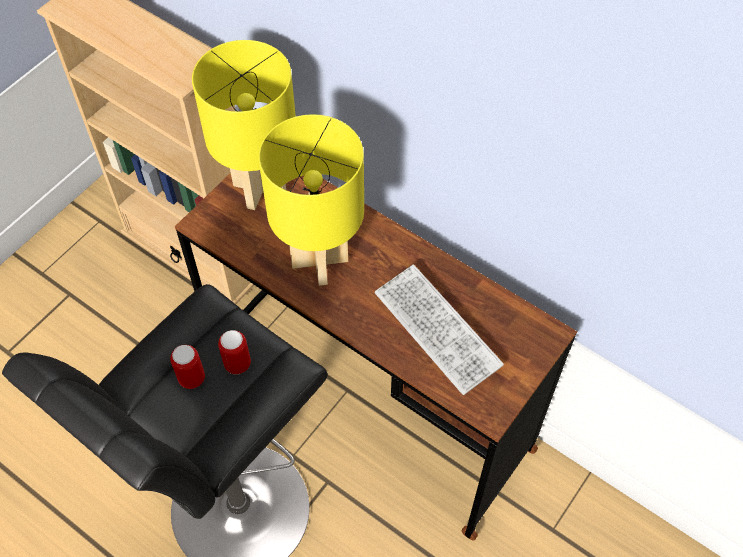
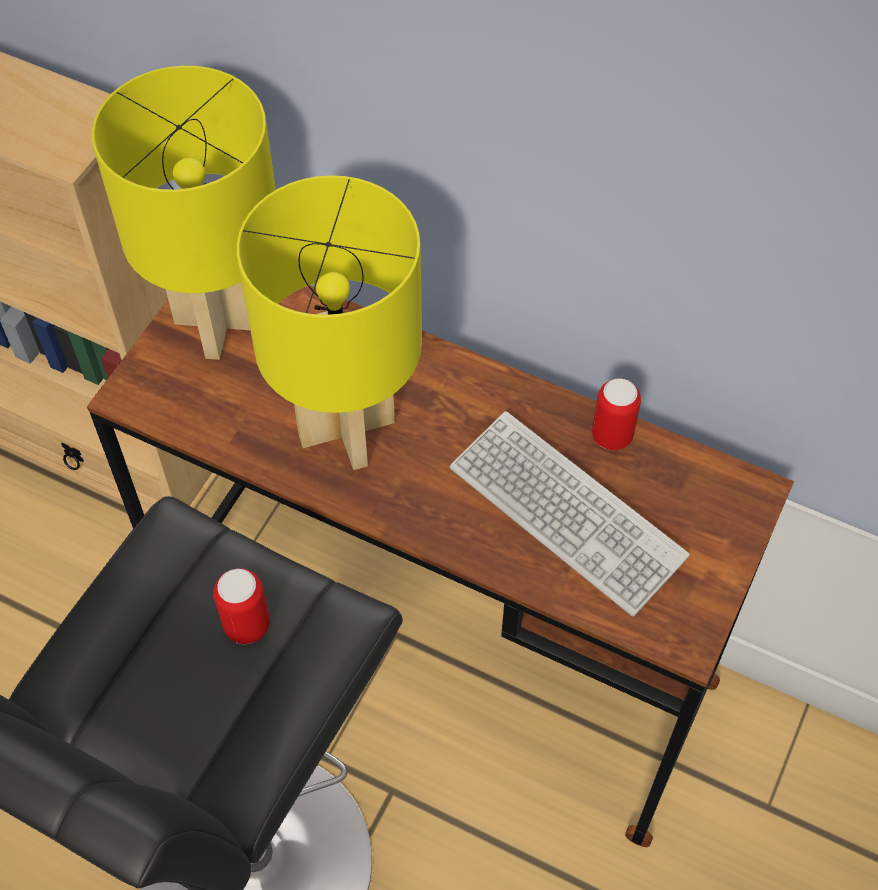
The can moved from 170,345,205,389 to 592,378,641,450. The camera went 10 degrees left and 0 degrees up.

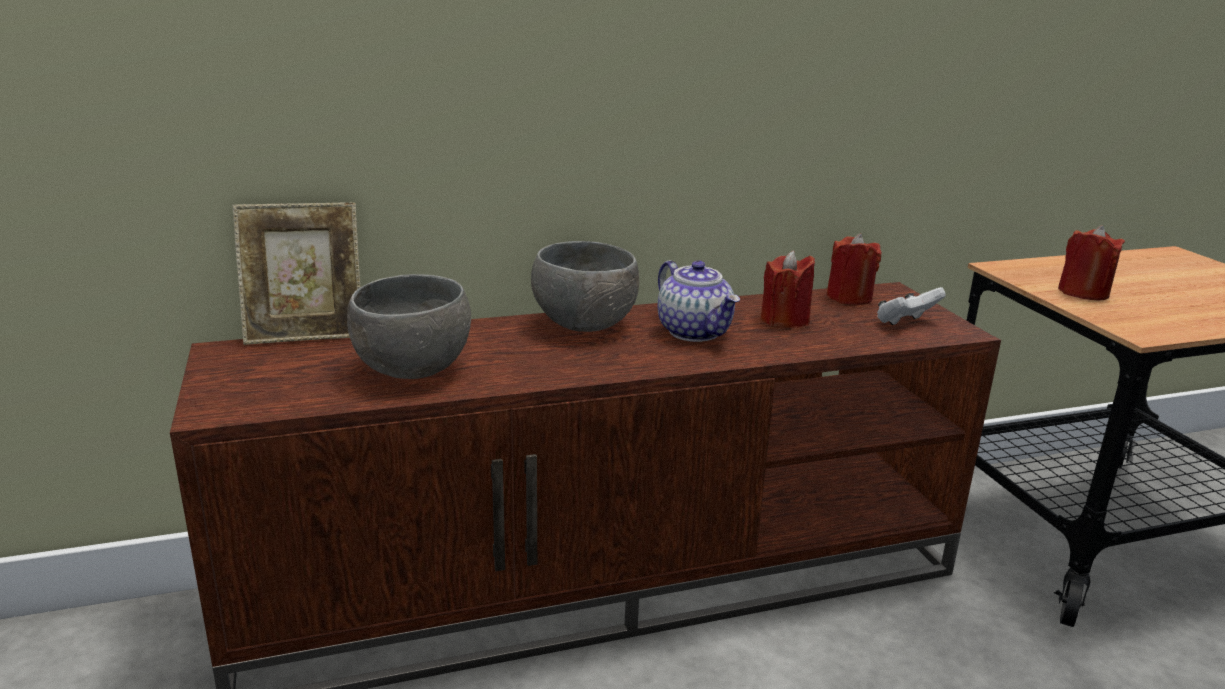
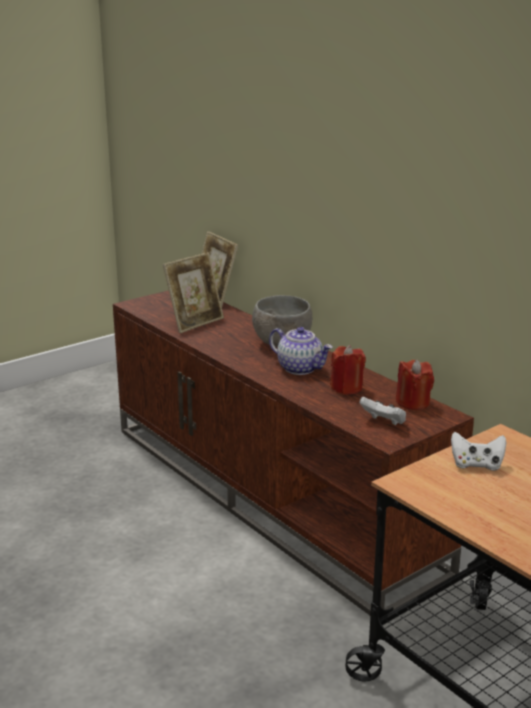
The bowl/grey at 347,274,471,379 was replaced by the picture frame at 163,252,224,333. The teapot at 658,260,740,342 turned 90 degrees counterclockwise. The candle/red at 1058,225,1125,300 was replaced by the game controller/white at 451,432,506,471. The camera went 70 degrees right and 0 degrees up.

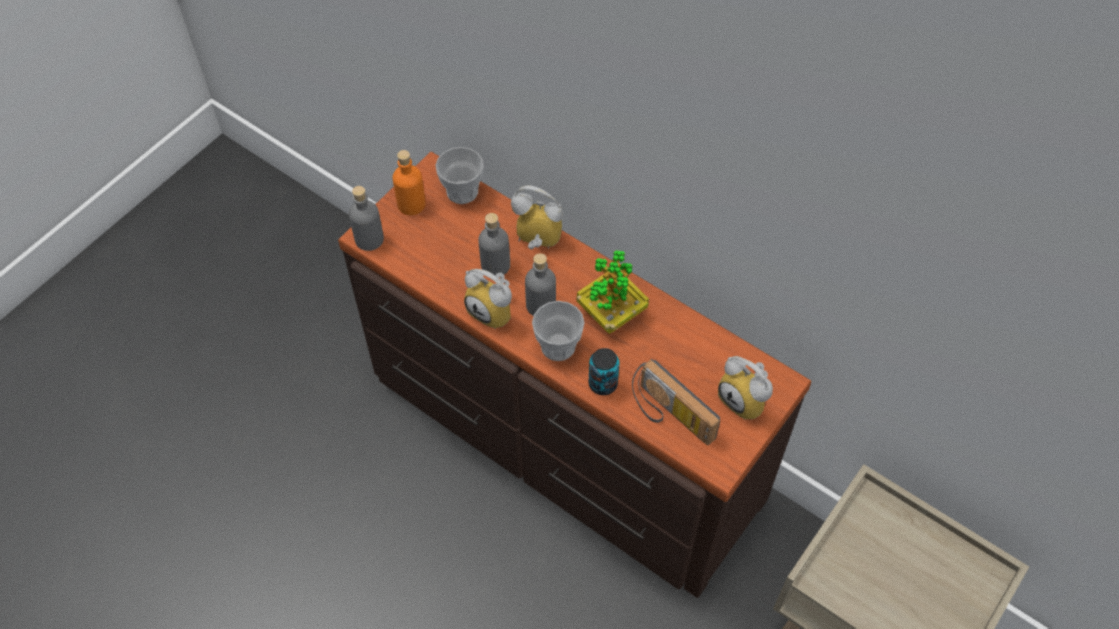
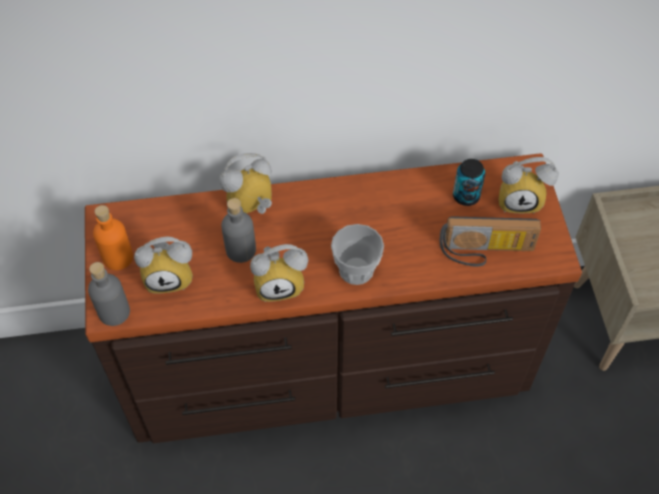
The cup at 435,147,484,204 disappeared. The bottle/grey at 525,253,556,316 disappeared. The potted plant at 577,250,649,334 disappeared. The can moved from 588,348,620,395 to 453,159,485,206. The alarm clock at 134,236,193,294 appeared. The camera went 45 degrees left and 0 degrees up.

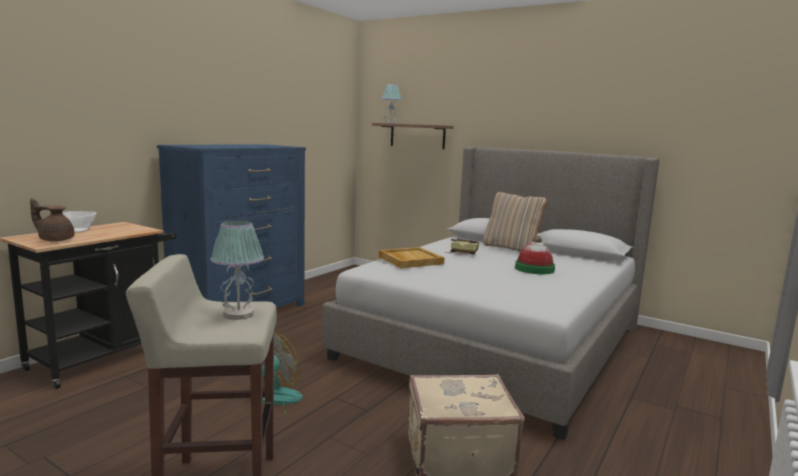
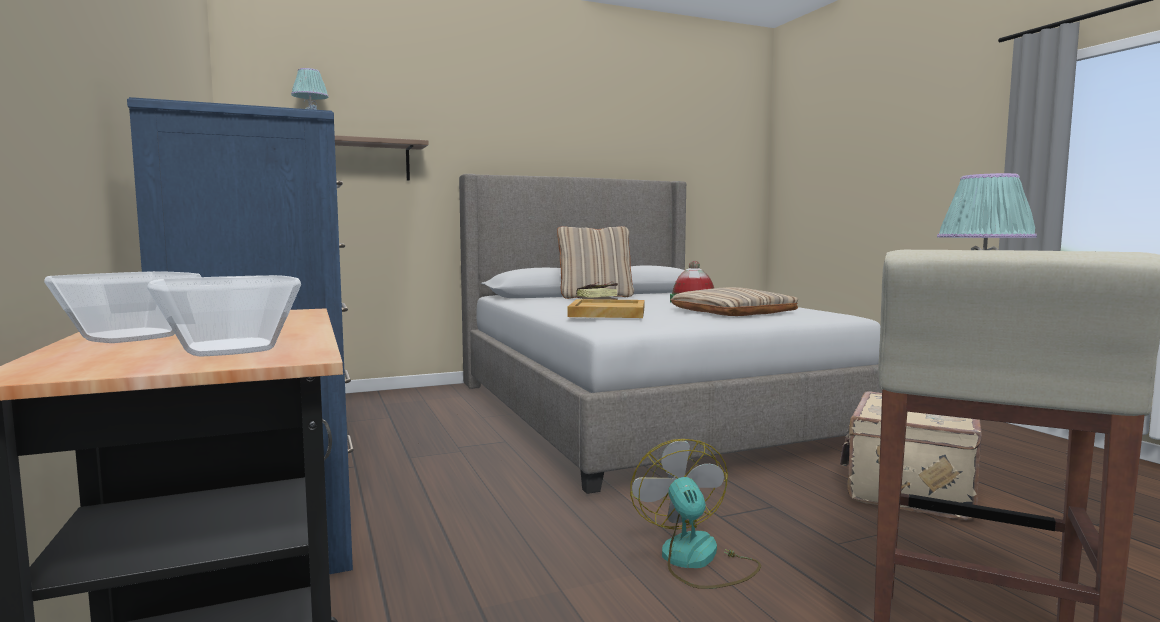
The teapot/brown at 30,198,75,241 was replaced by the bowl at 147,275,301,357. The pillow/beige at 671,287,798,316 appeared. The camera went 55 degrees left and 5 degrees down.

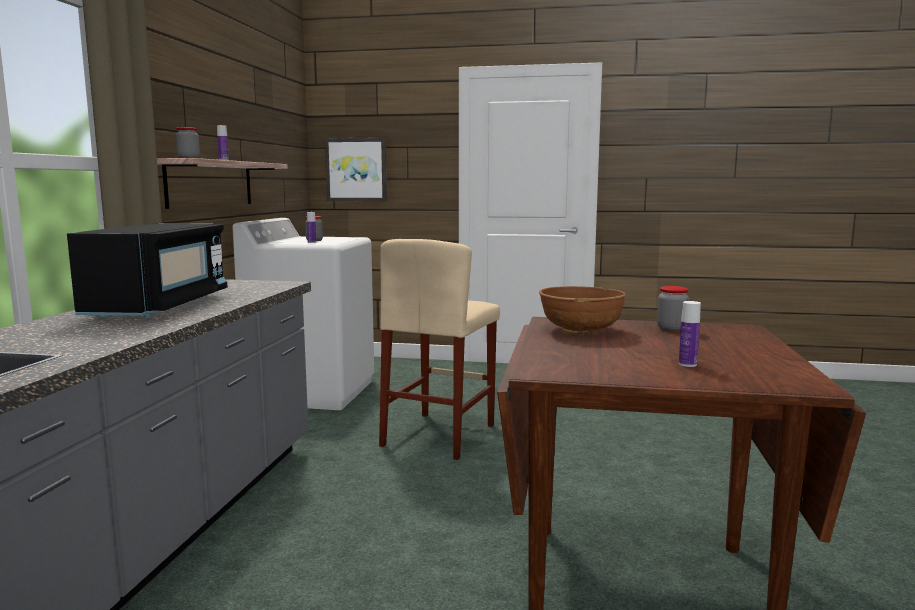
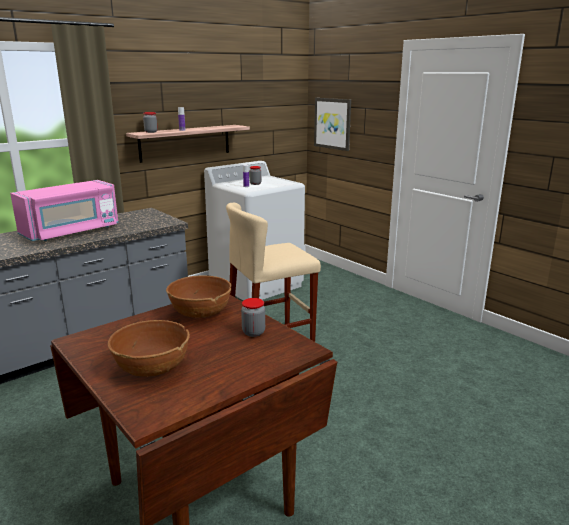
The microwave/black at 67,223,227,318 became the microwave/pink at 10,180,118,241. The bottle at 679,301,701,367 was replaced by the bowl/brown at 108,320,190,377. The camera went 40 degrees right and 10 degrees up.

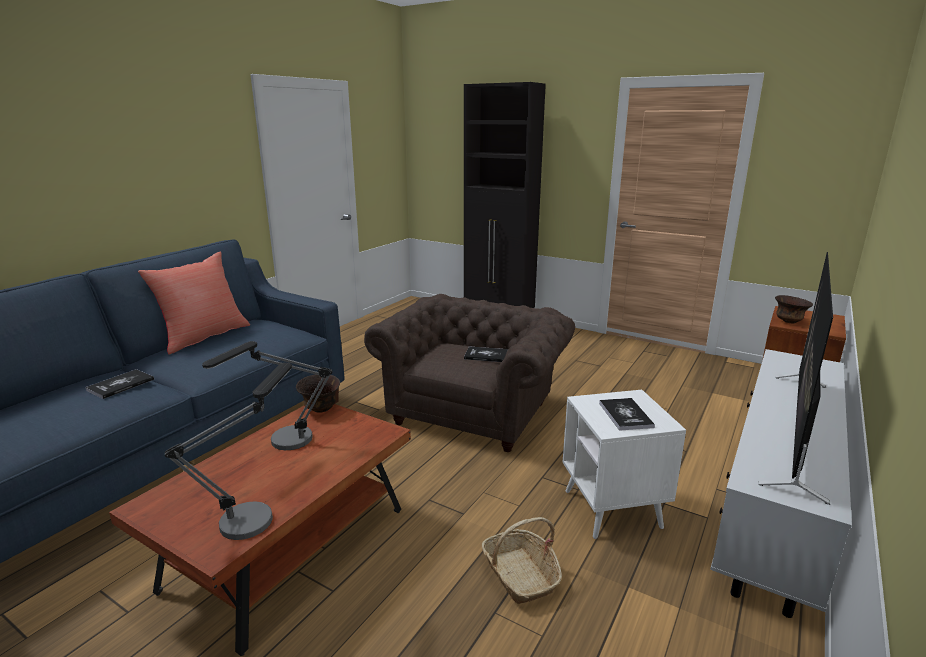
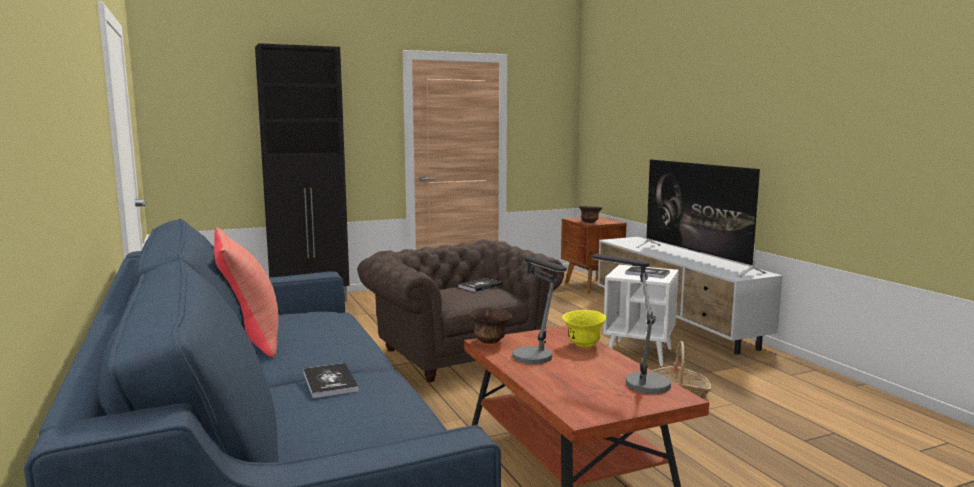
The bowl/yellow at 562,310,607,348 appeared. The camera went 55 degrees left and 10 degrees down.

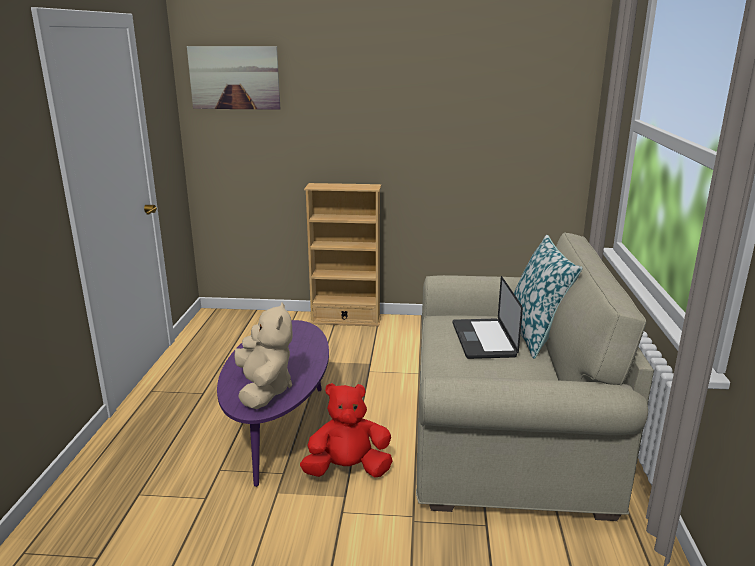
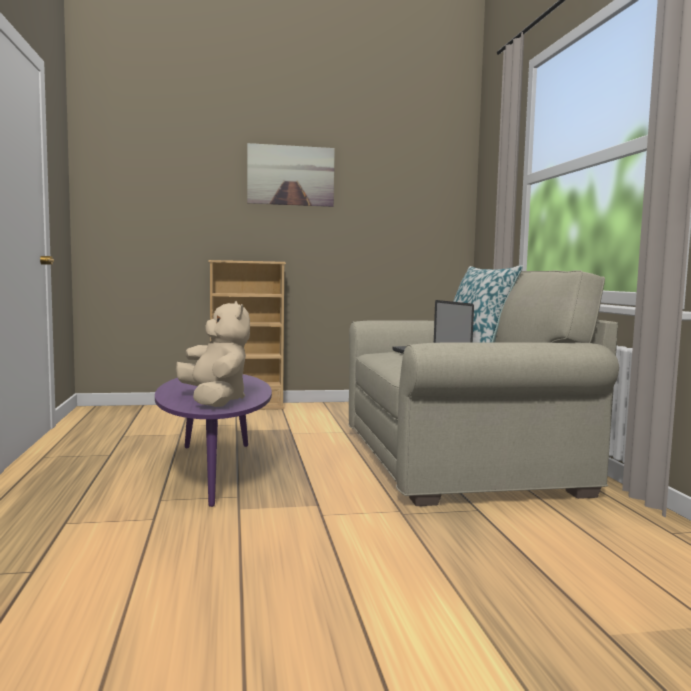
The picture moved from 187,46,280,110 to 247,143,335,207. The plush toy/red at 300,383,393,477 disappeared. The camera went 15 degrees left and 15 degrees down.

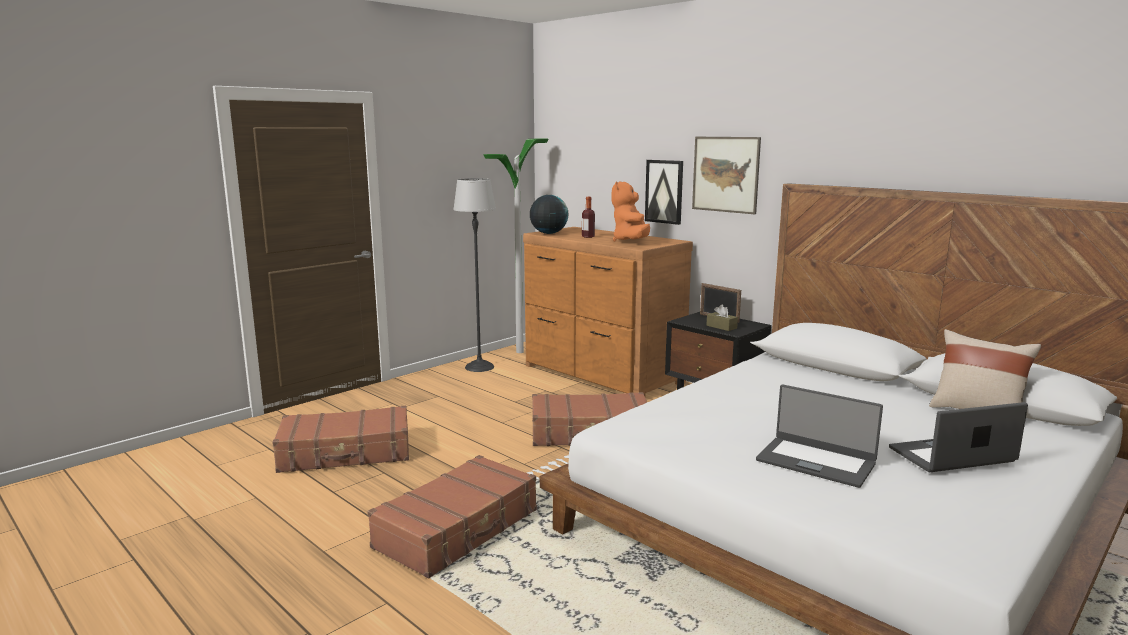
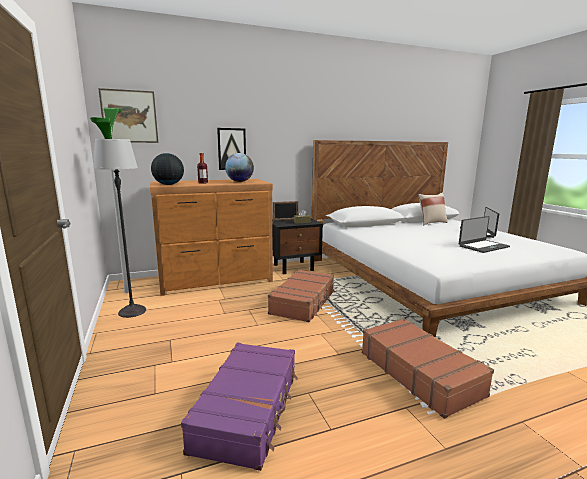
The suitcase/brown at 272,406,409,473 became the suitcase/purple at 181,343,298,471. The plush toy/orange at 611,181,650,242 was replaced by the globe at 225,153,254,182. The picture moved from 692,137,761,214 to 98,88,158,143. The camera went 65 degrees left and 0 degrees up.

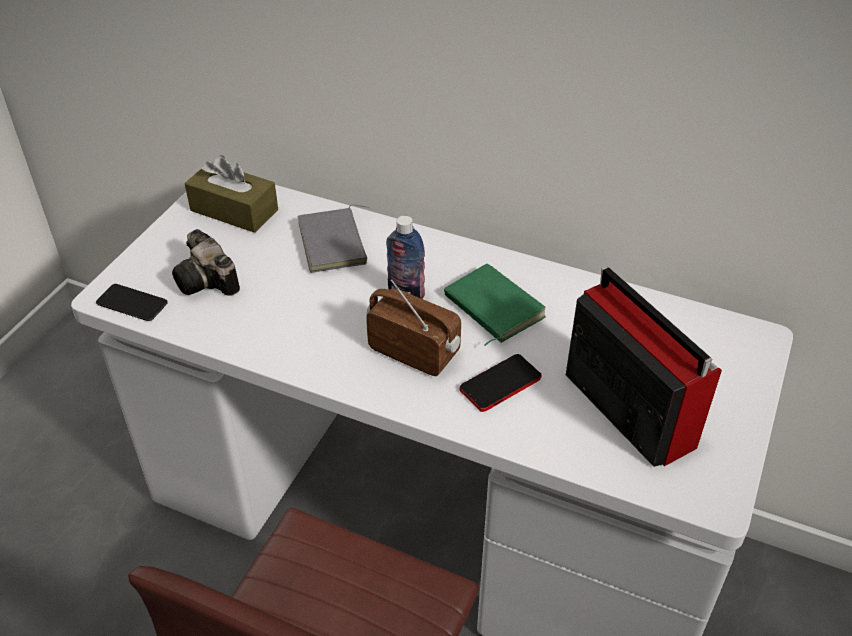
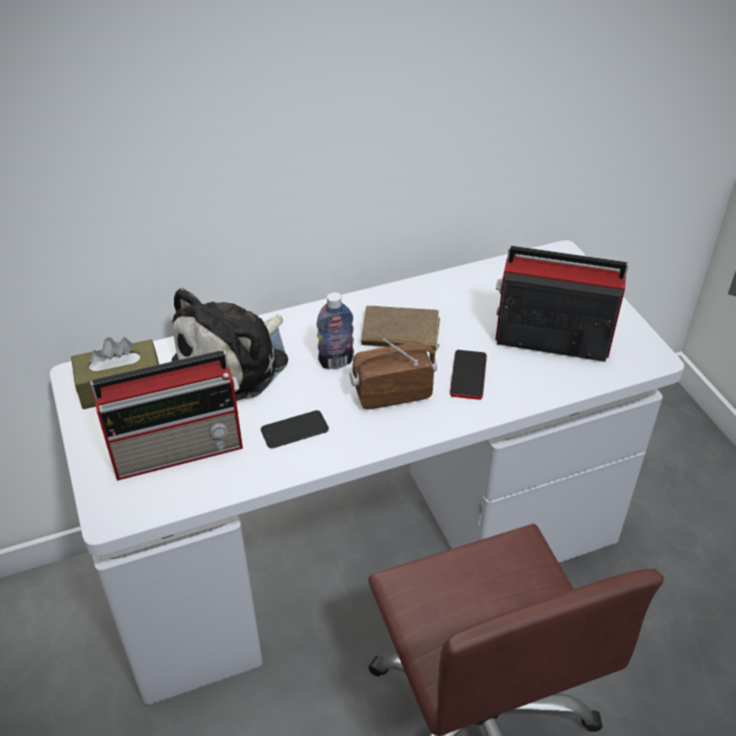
The phone moved from 96,284,168,321 to 261,410,329,448. The photo camera at 172,229,240,296 was replaced by the radio at 90,351,243,481. The book/grey at 297,205,369,273 was replaced by the plush toy at 171,288,288,401. The book/green at 444,264,546,346 became the book/brown at 361,306,440,353. The camera went 45 degrees left and 0 degrees up.

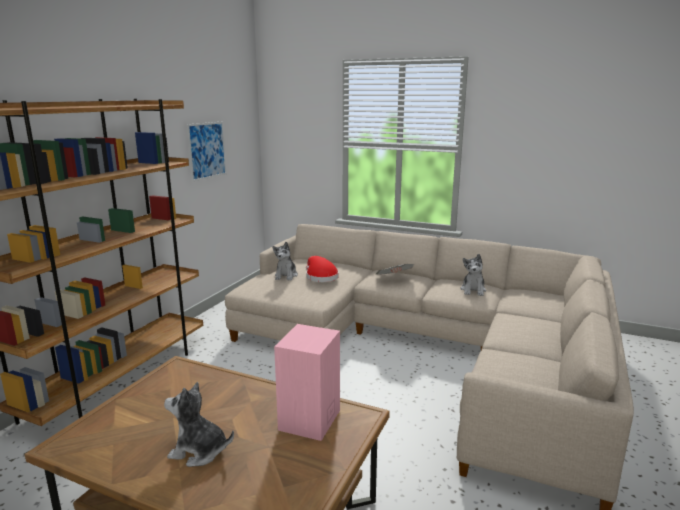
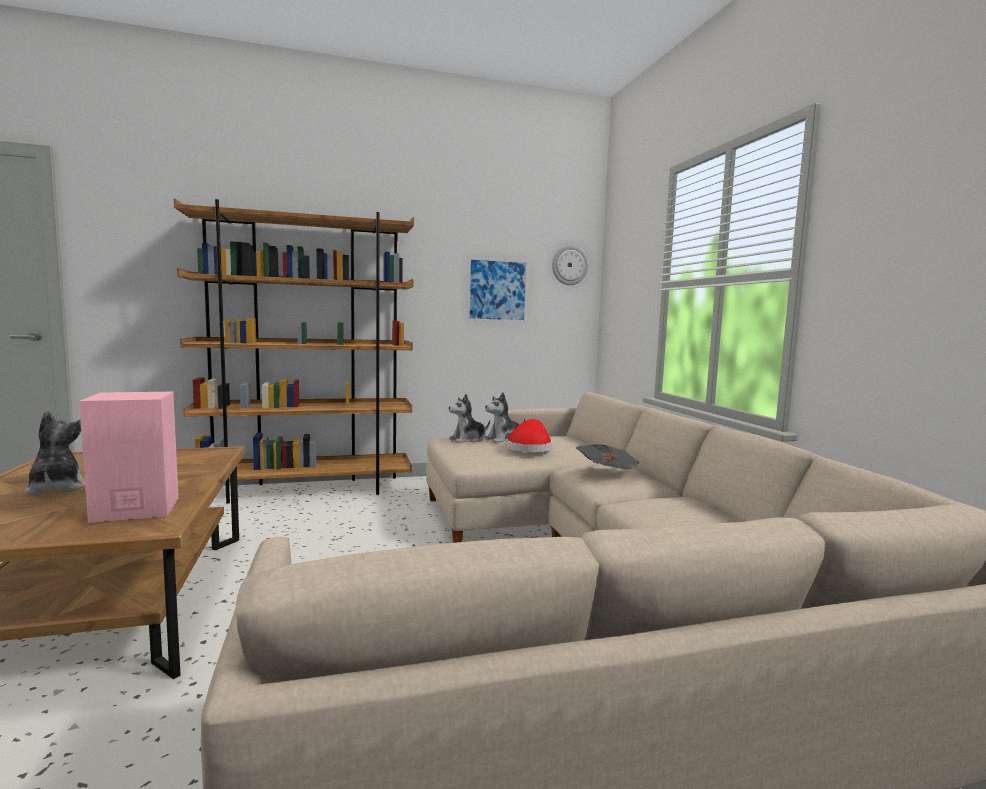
The plush toy moved from 460,254,486,296 to 449,394,490,443. The wall clock at 552,245,588,285 appeared. The camera went 50 degrees right and 10 degrees down.

